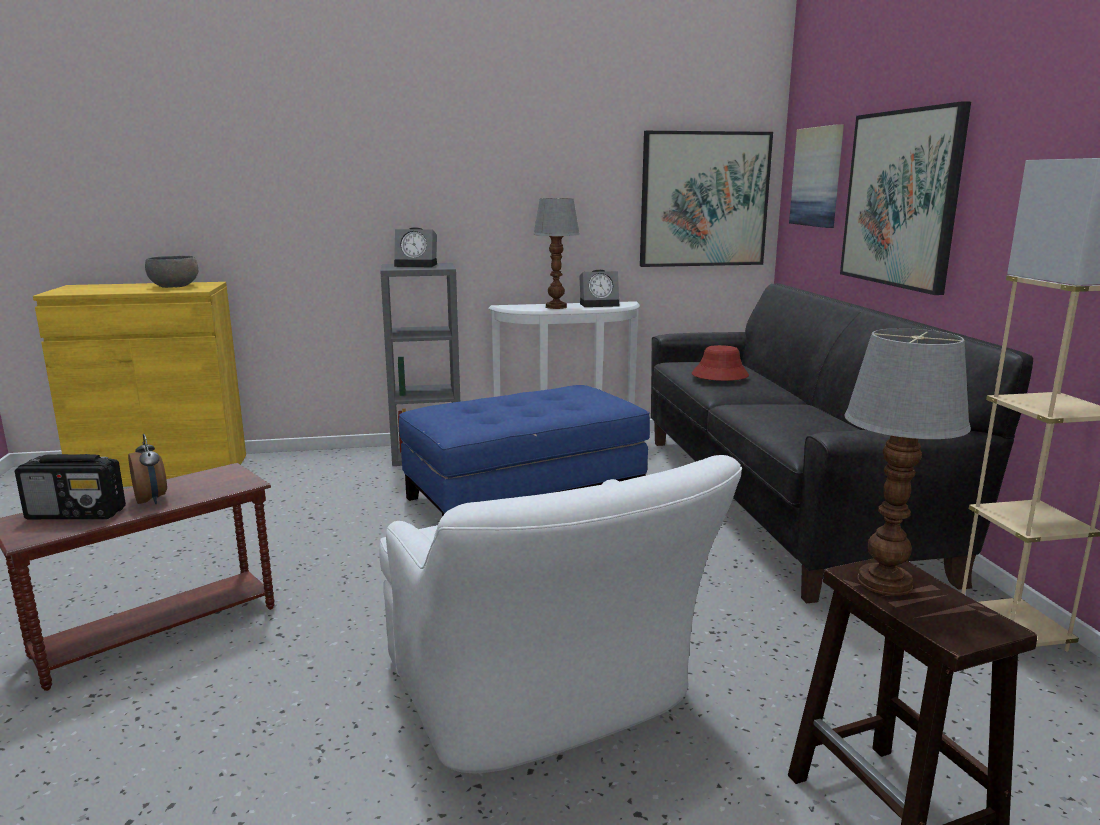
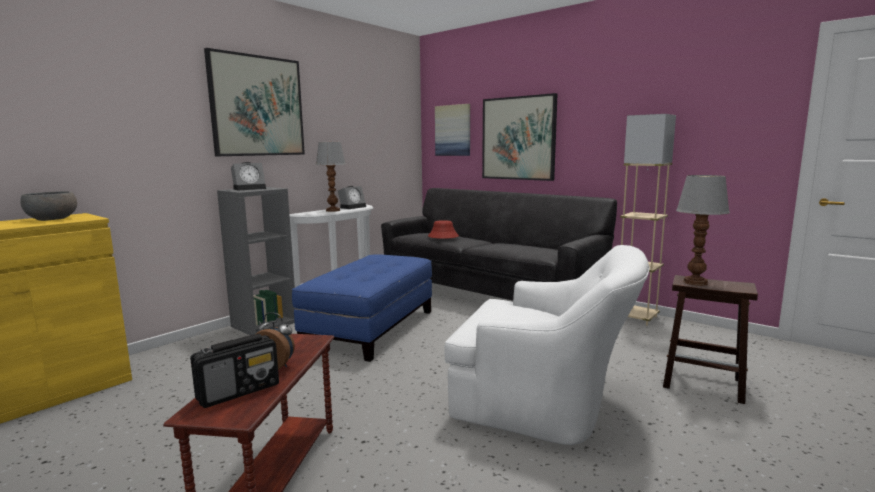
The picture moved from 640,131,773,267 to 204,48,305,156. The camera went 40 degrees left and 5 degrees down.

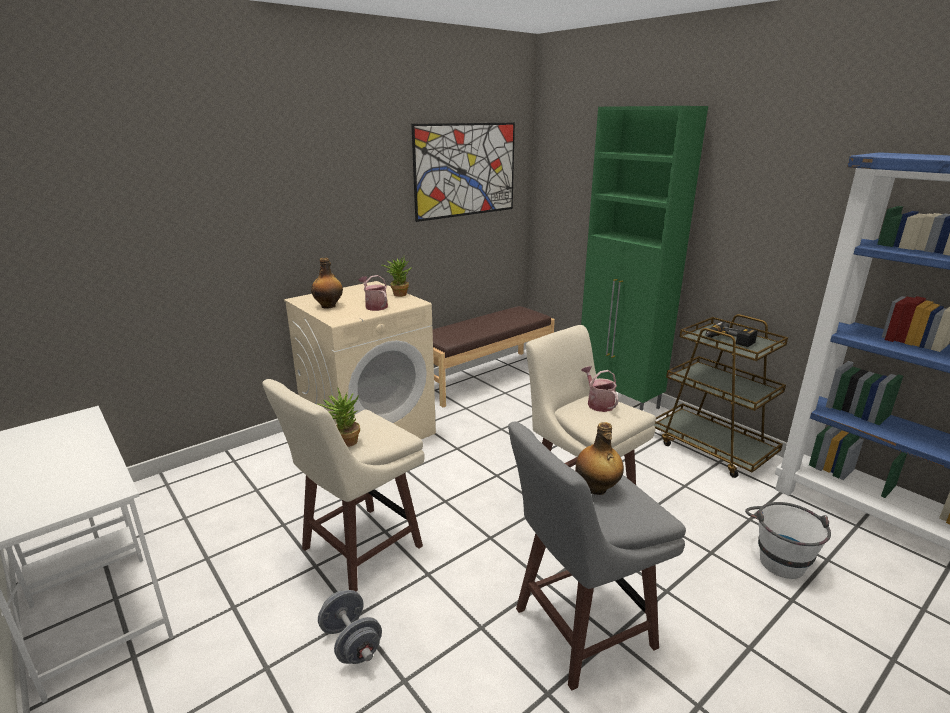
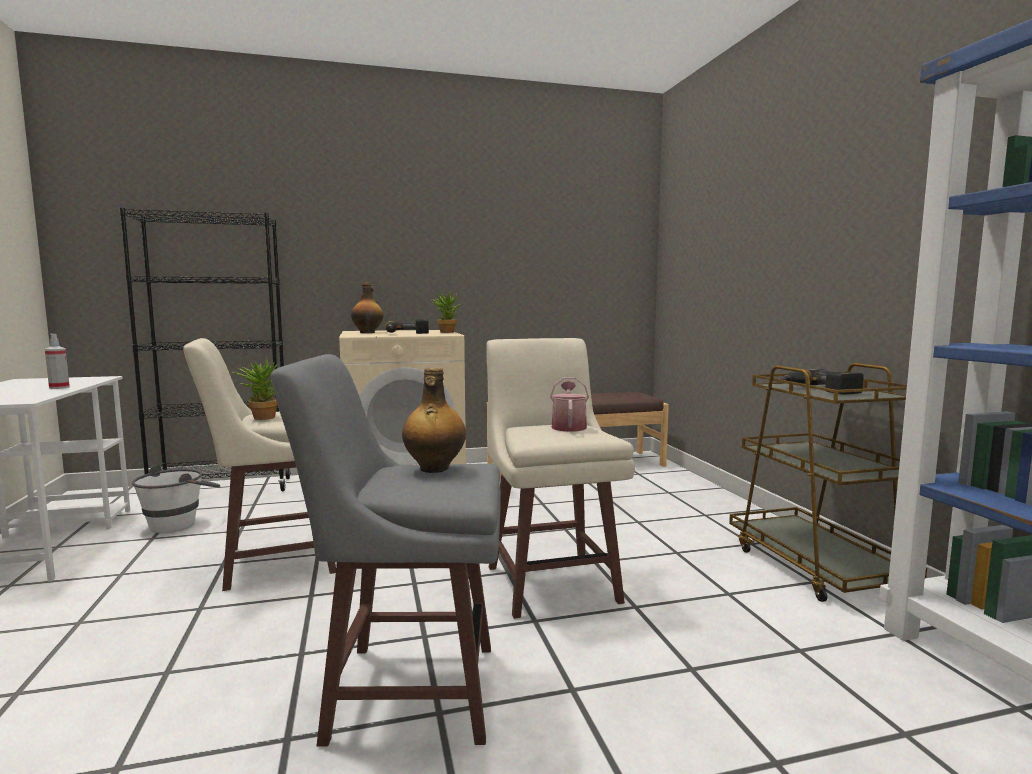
The dumbbell/grey at 318,590,382,664 disappeared. The watering can at 359,275,388,311 was replaced by the power drill at 385,319,429,334. The picture at 411,123,515,222 disappeared. The cabinet/green at 581,106,708,411 disappeared. The bucket/white moved from 745,502,831,579 to 132,465,220,533. The spray bottle at 45,334,70,389 appeared. The bookcase/black at 120,208,291,491 appeared. The camera went 25 degrees right and 15 degrees down.

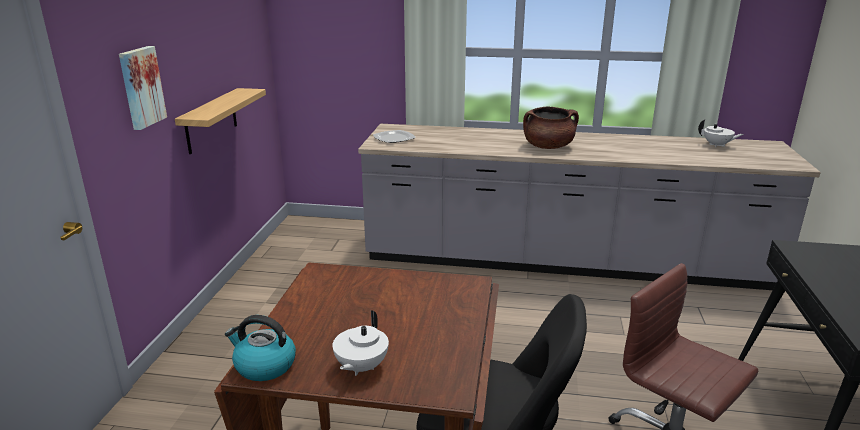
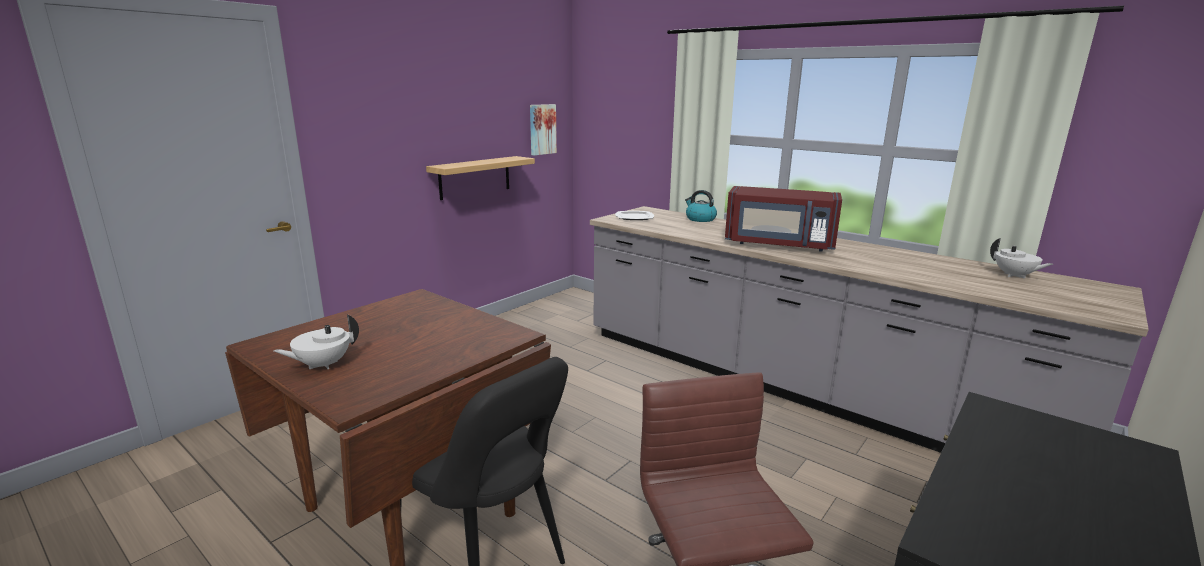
The picture moved from 119,46,167,130 to 530,104,557,156. The kettle moved from 225,315,296,381 to 685,190,717,222. The cooking pot/brown at 523,106,579,149 was replaced by the microwave/red at 725,186,842,252. The camera went 30 degrees right and 5 degrees down.

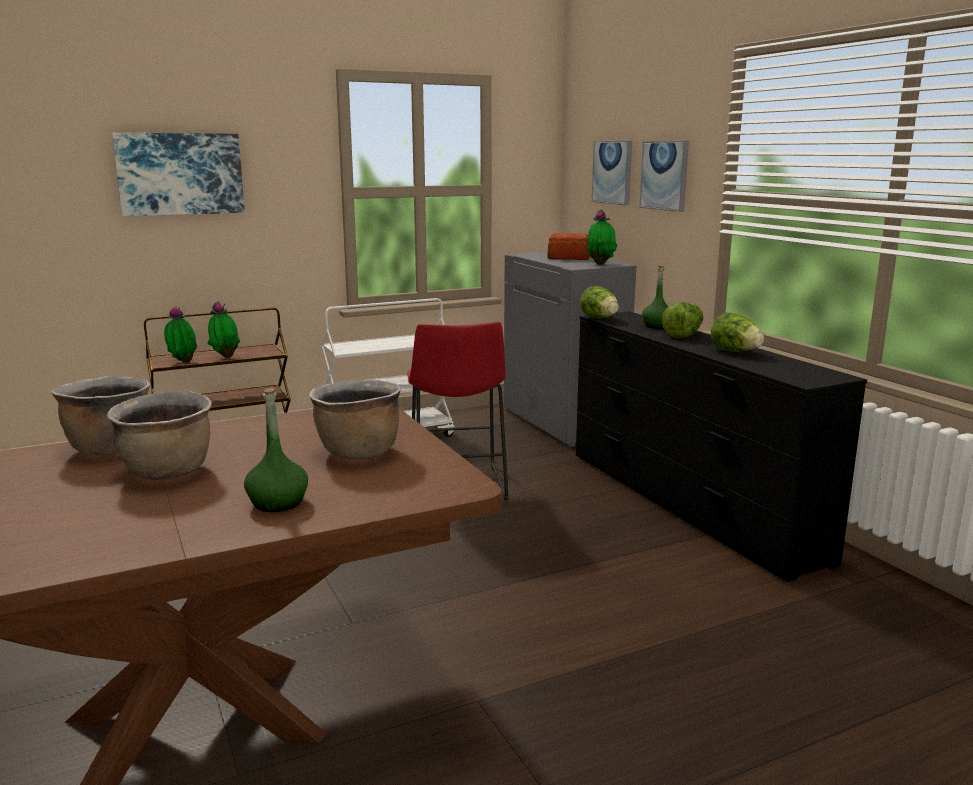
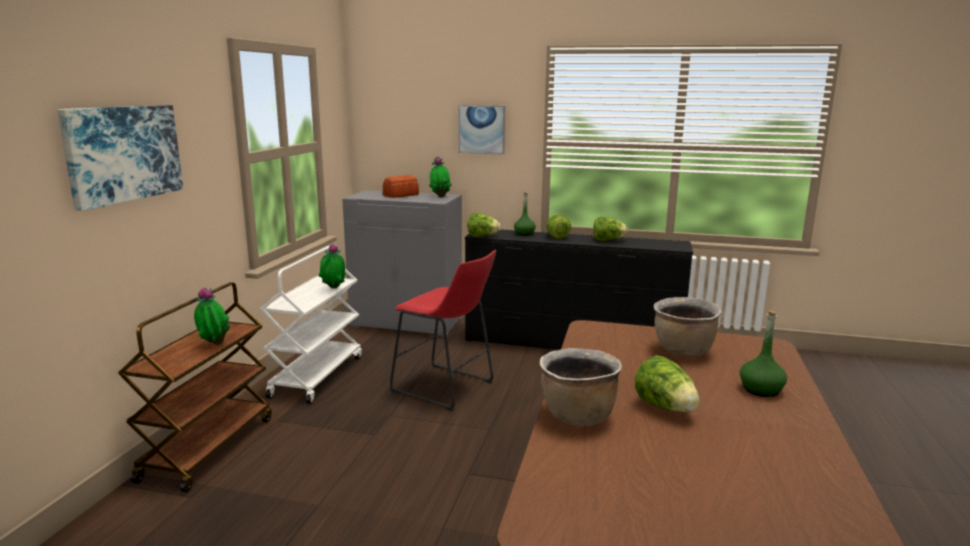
The cooking pot/brown at 107,391,212,480 was replaced by the lettuce at 635,356,699,412. The potted plant moved from 164,307,197,363 to 318,244,346,289. The picture at 592,141,632,205 disappeared. The camera went 50 degrees left and 0 degrees up.

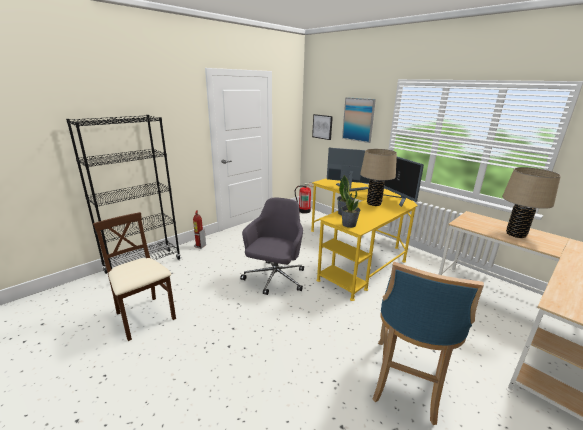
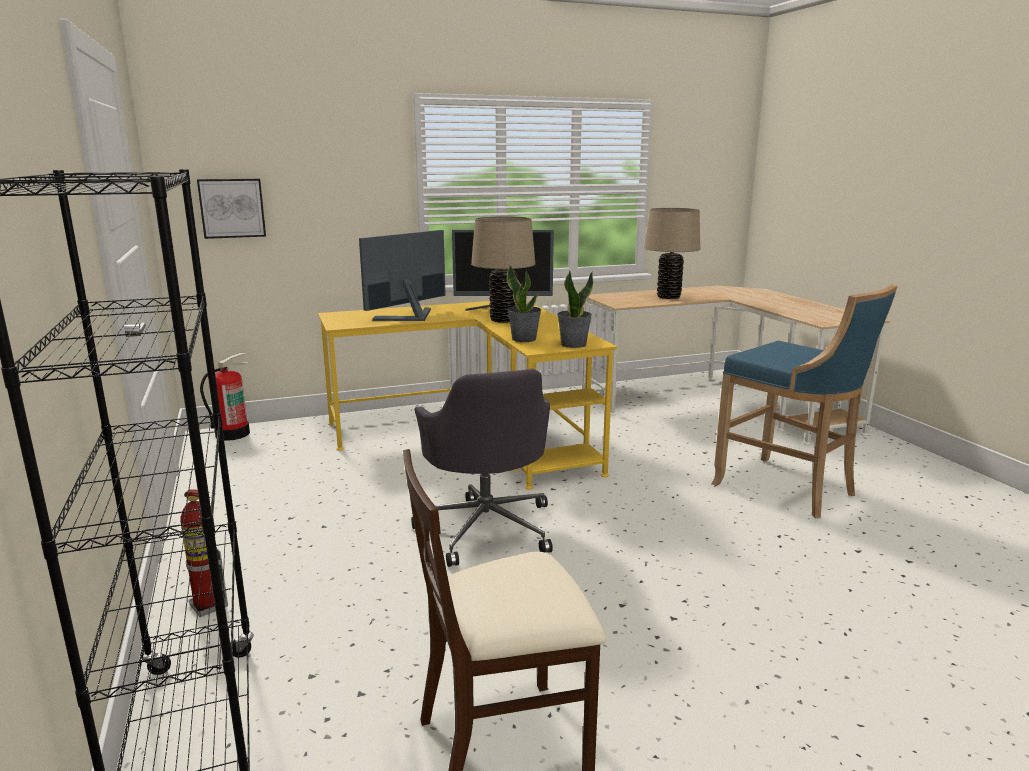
The office chair/grey at 240,198,304,295 turned 150 degrees counterclockwise. The picture at 342,97,376,143 disappeared. The camera went 65 degrees left and 5 degrees down.

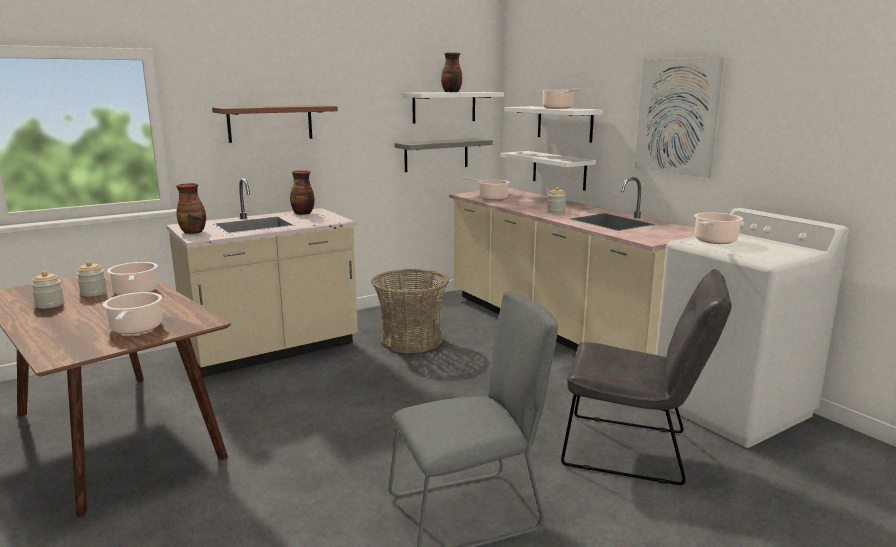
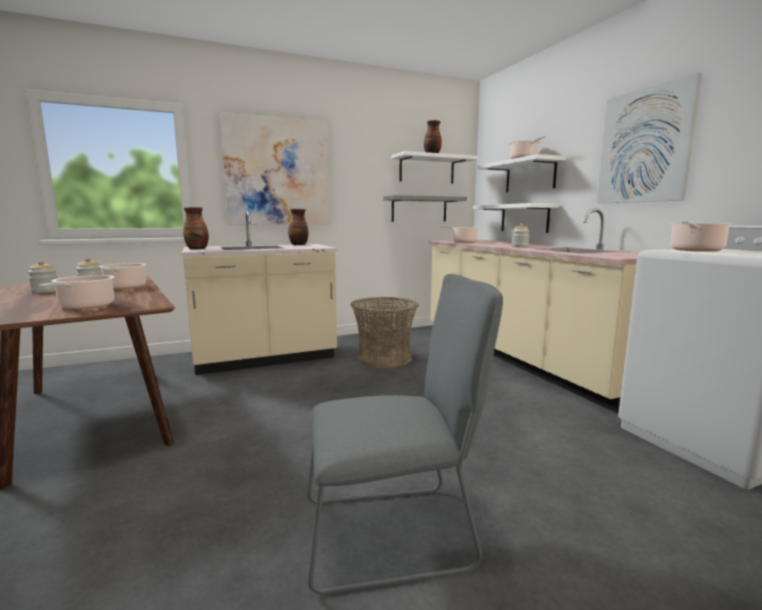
The shelf/brown at 212,105,338,143 was replaced by the picture at 220,112,330,225. The chair/grey at 561,269,732,485 disappeared. The camera went 10 degrees right and 5 degrees down.

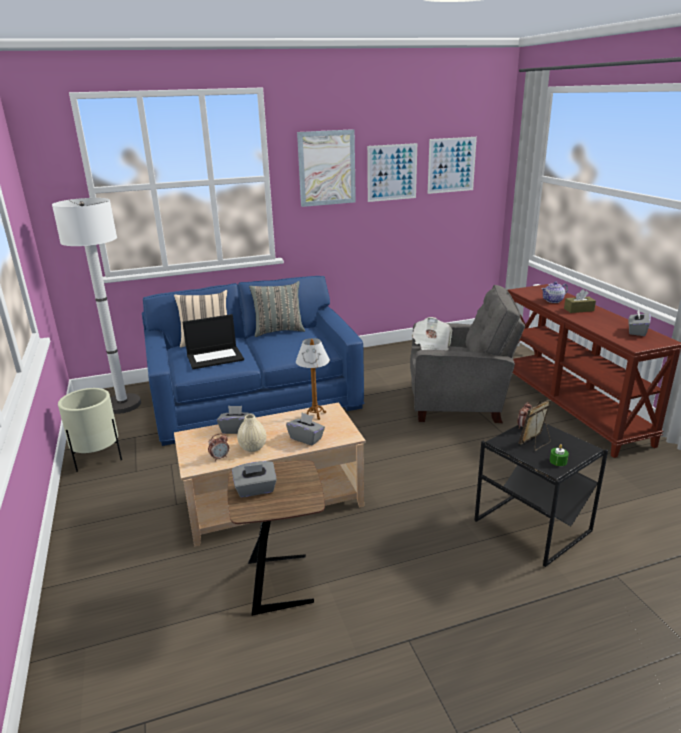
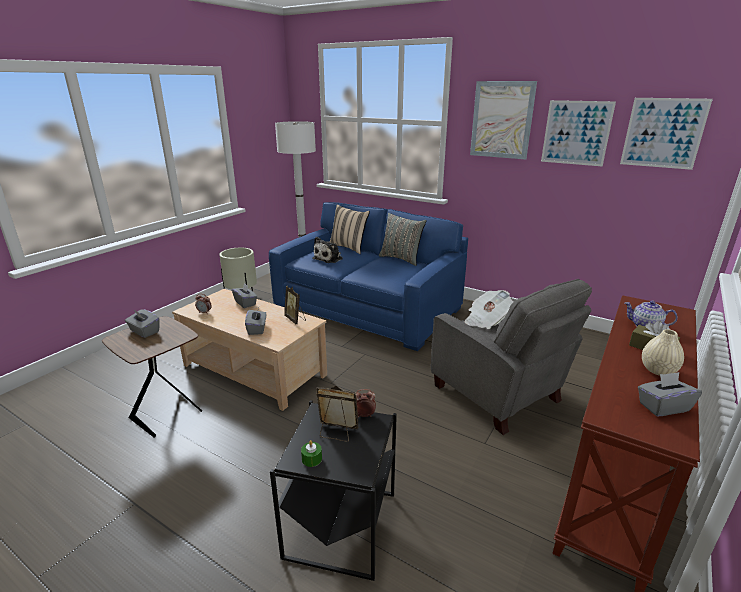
The laptop at 182,314,244,369 was replaced by the plush toy at 312,237,343,263. The vase/beige moved from 237,414,266,452 to 642,329,684,376. The table lamp at 296,338,330,420 was replaced by the picture frame at 284,286,306,324. The camera went 50 degrees right and 0 degrees up.

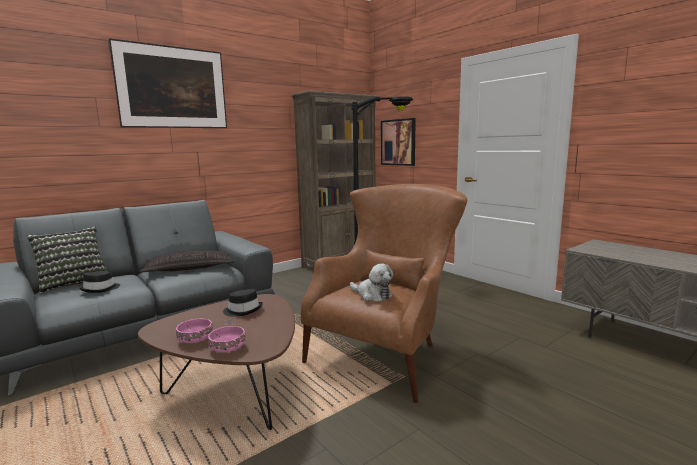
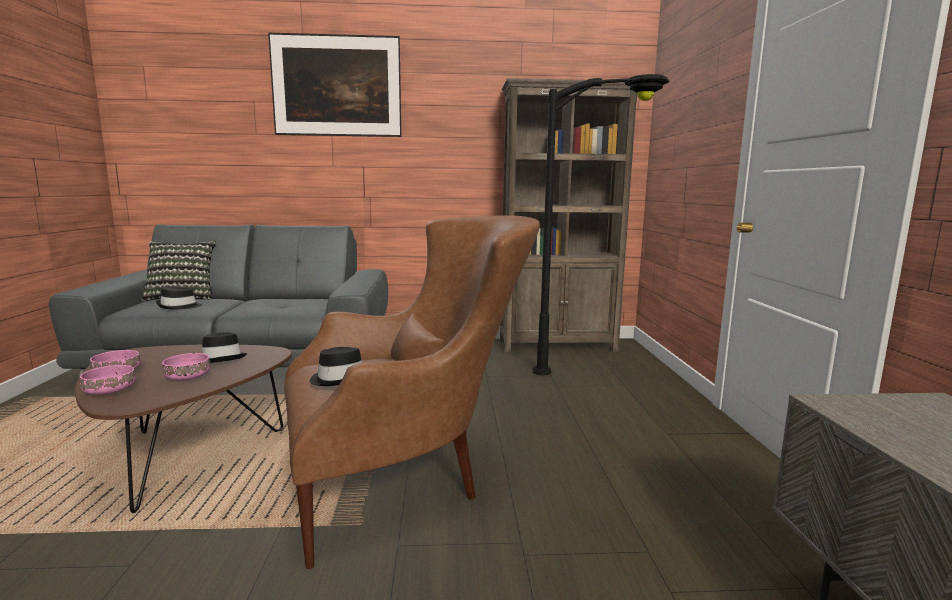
The pillow at 139,251,234,273 disappeared. The plush toy at 350,263,393,302 was replaced by the hat/black at 310,347,362,386. The picture at 381,118,416,166 disappeared. The bowl/pink at 162,353,210,381 appeared. The camera went 35 degrees right and 0 degrees up.

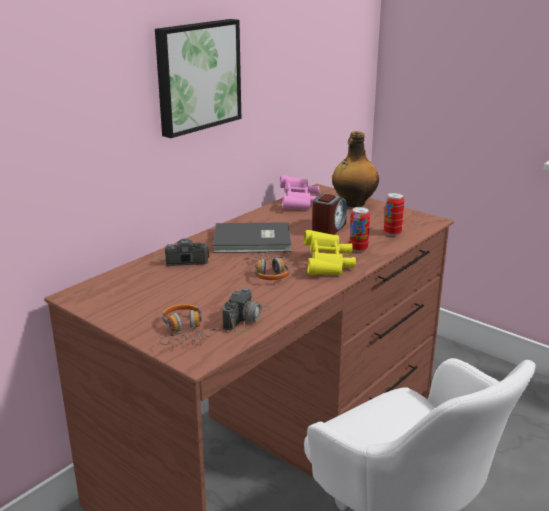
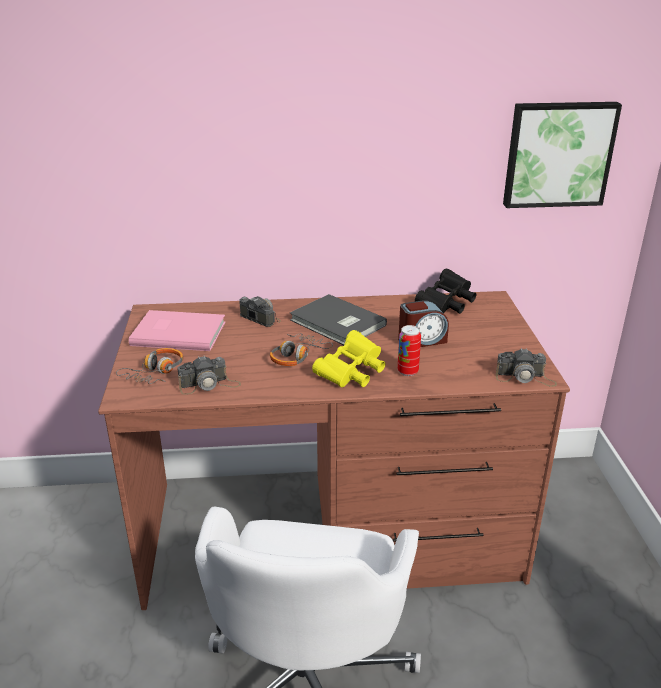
The picture moved from 155,19,241,138 to 503,102,622,208. The binoculars/pink at 280,175,319,210 became the binoculars/black at 415,269,476,314. The bottle at 332,131,379,207 disappeared. The can at 384,193,404,236 disappeared. The book/pink at 129,310,225,351 appeared. The photo camera at 496,348,557,387 appeared. The camera went 45 degrees right and 5 degrees up.

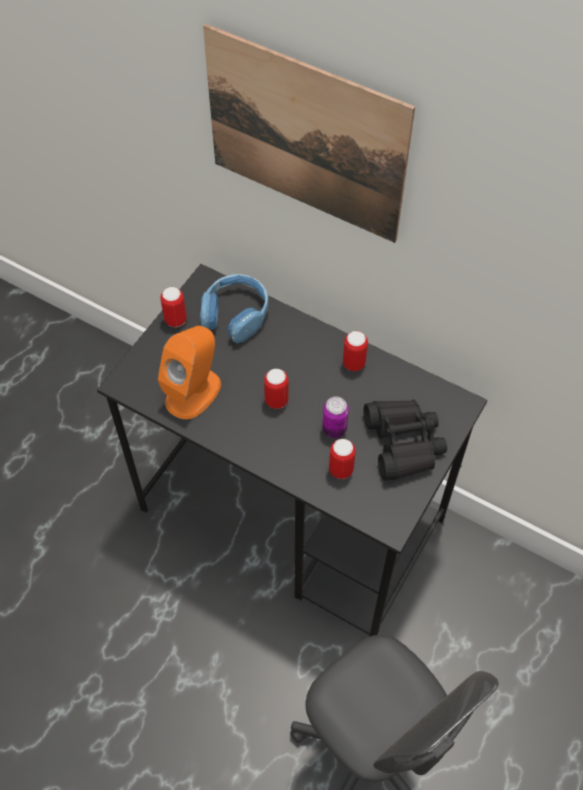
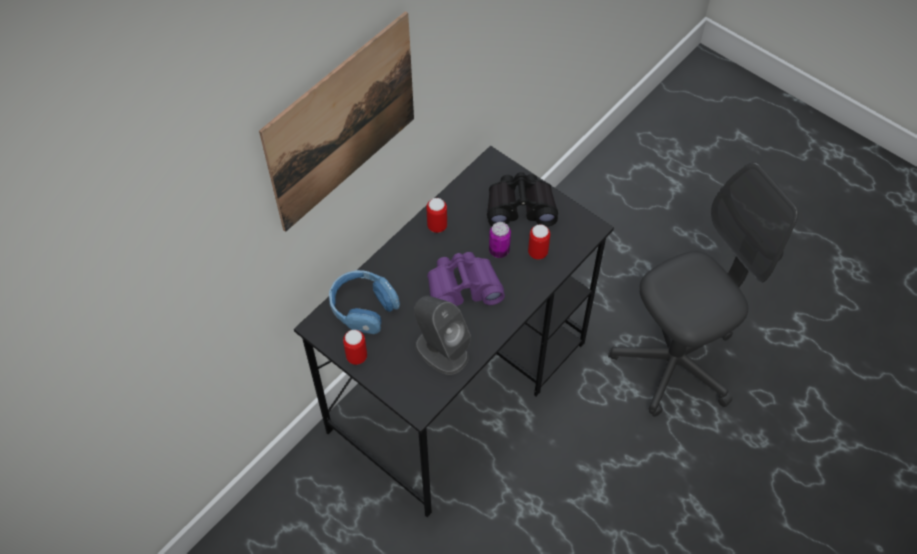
The speaker/orange at 158,326,221,419 became the speaker/grey at 414,296,471,375. The can at 264,369,289,409 was replaced by the binoculars/purple at 427,252,505,306. The camera went 80 degrees left and 0 degrees up.

